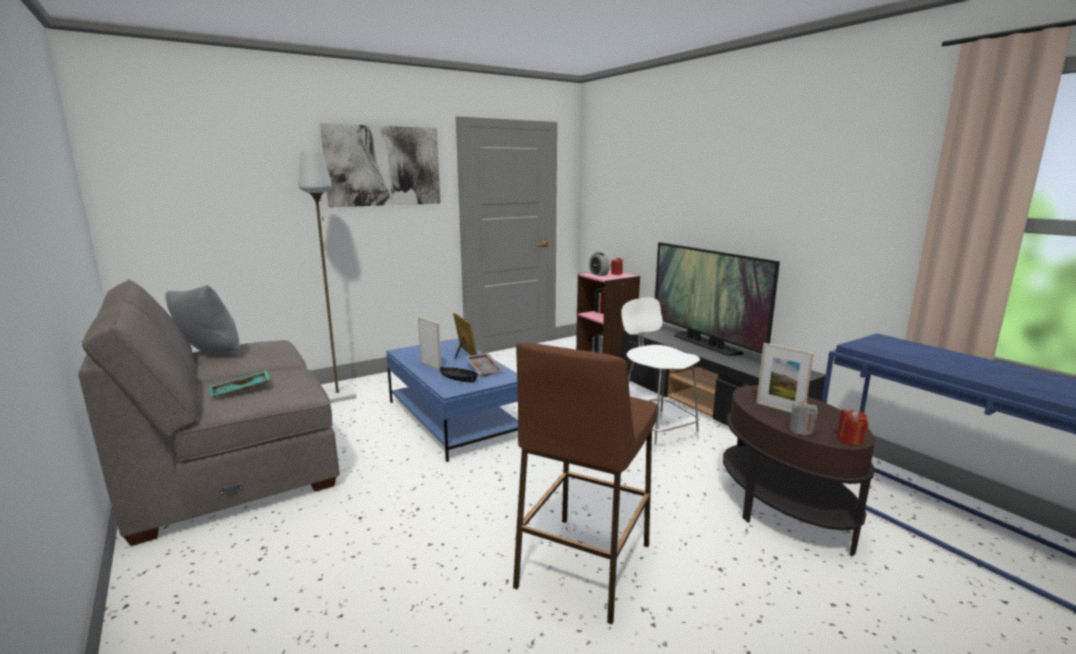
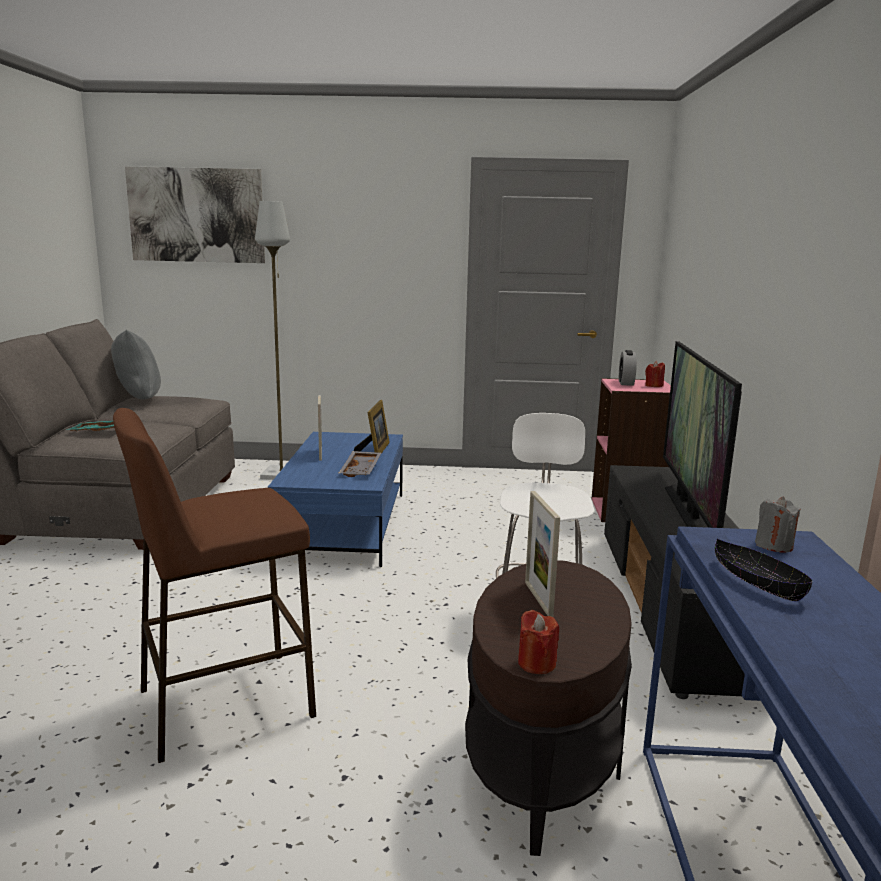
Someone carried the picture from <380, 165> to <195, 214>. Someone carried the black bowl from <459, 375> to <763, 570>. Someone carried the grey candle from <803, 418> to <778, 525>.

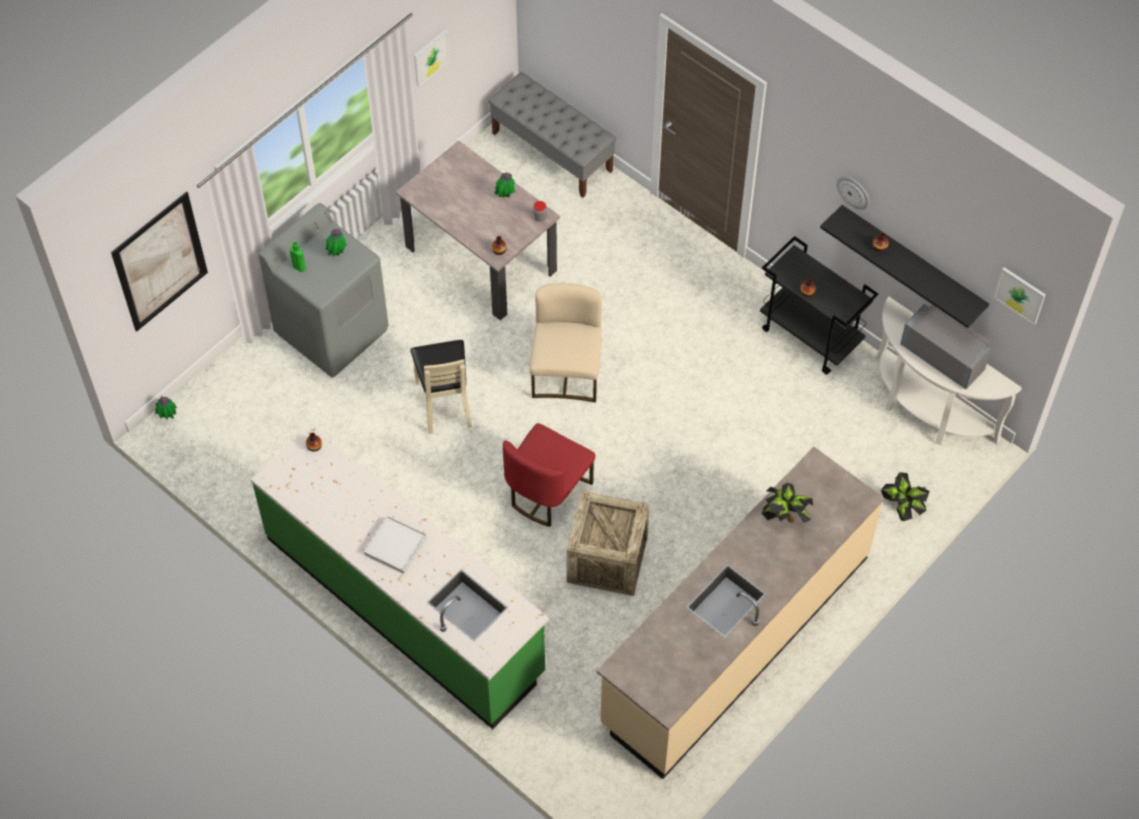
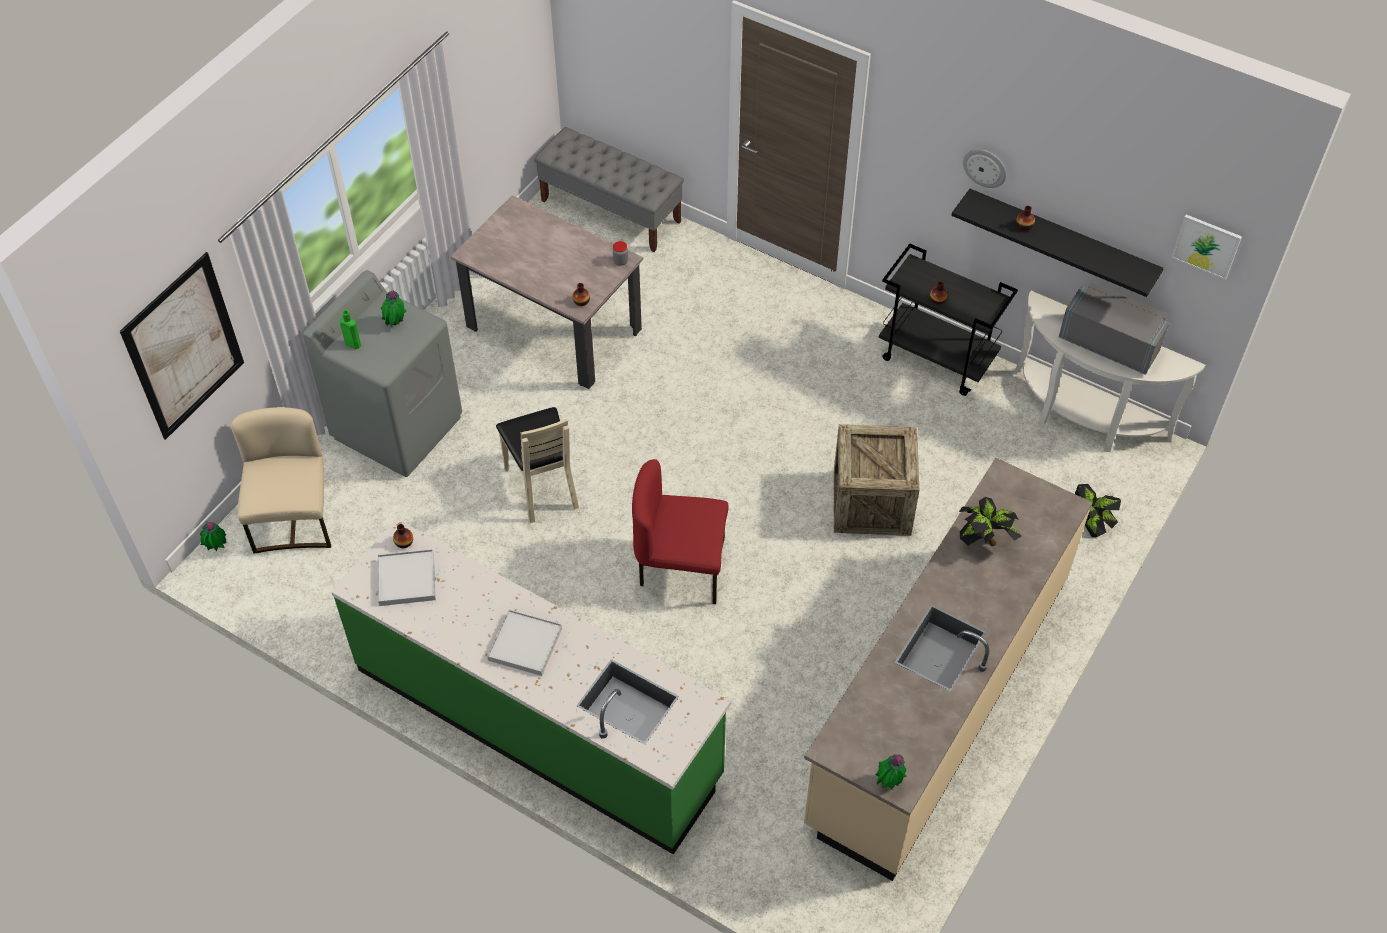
Someone took away the picture at <432, 58>. Someone carried the potted plant from <505, 185> to <890, 772>. Someone rotated the red chair at <549, 475> by 75 degrees clockwise. Someone carried the beige chair from <565, 342> to <281, 480>. Someone carried the crate from <608, 543> to <876, 480>. Someone put down the white tray at <406, 577>.

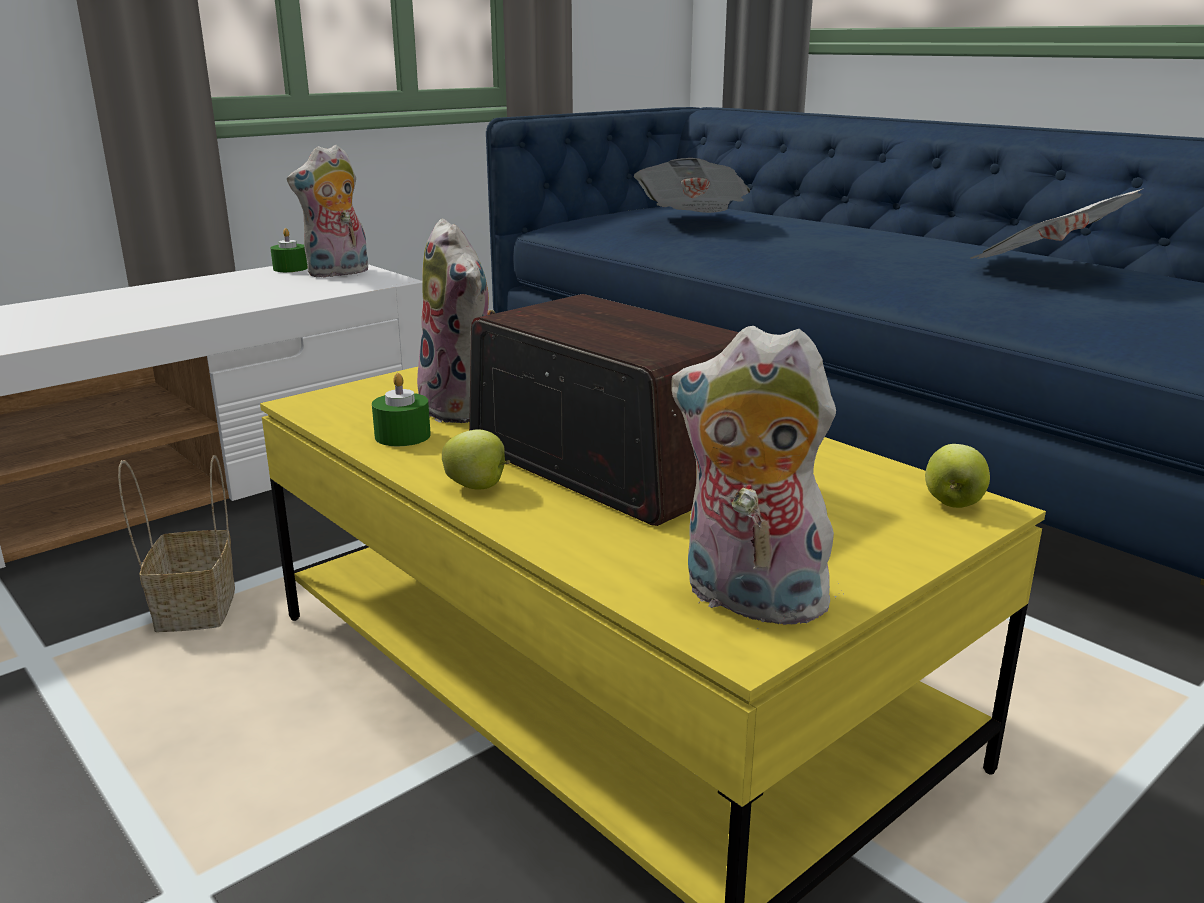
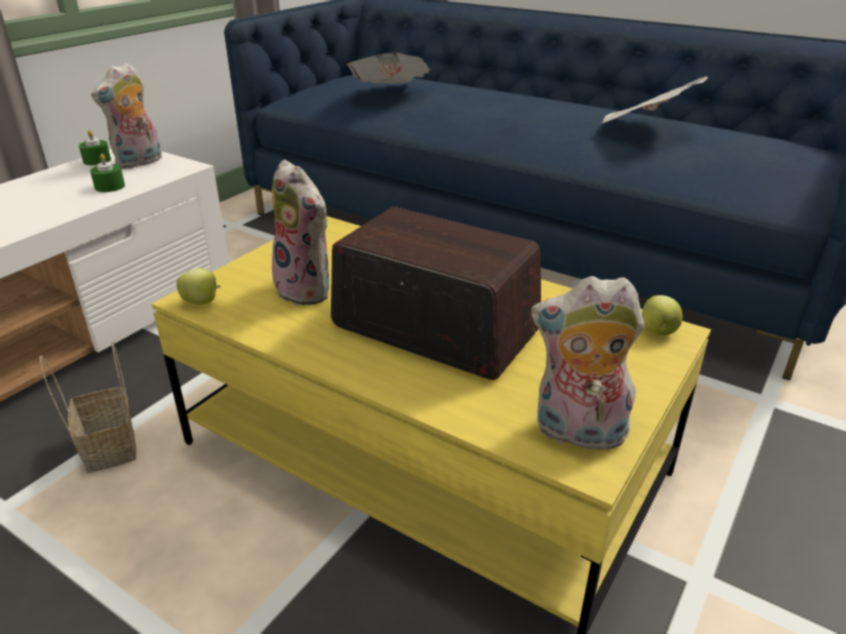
Someone carried the green candle from <401, 409> to <107, 173>. Someone carried the apple from <476, 459> to <199, 286>.

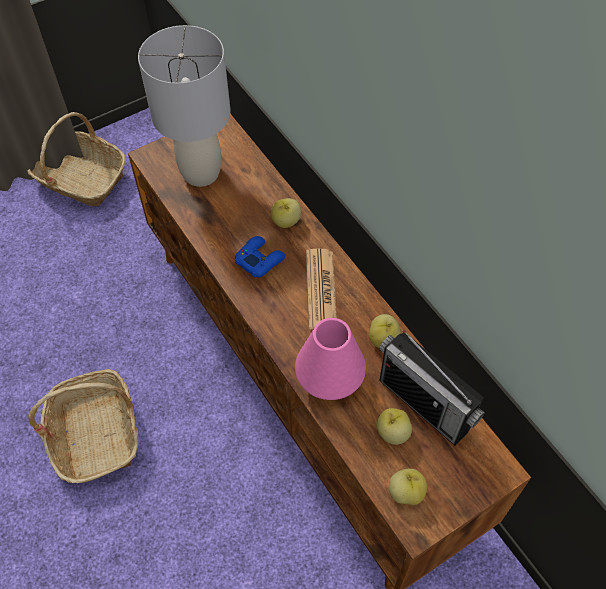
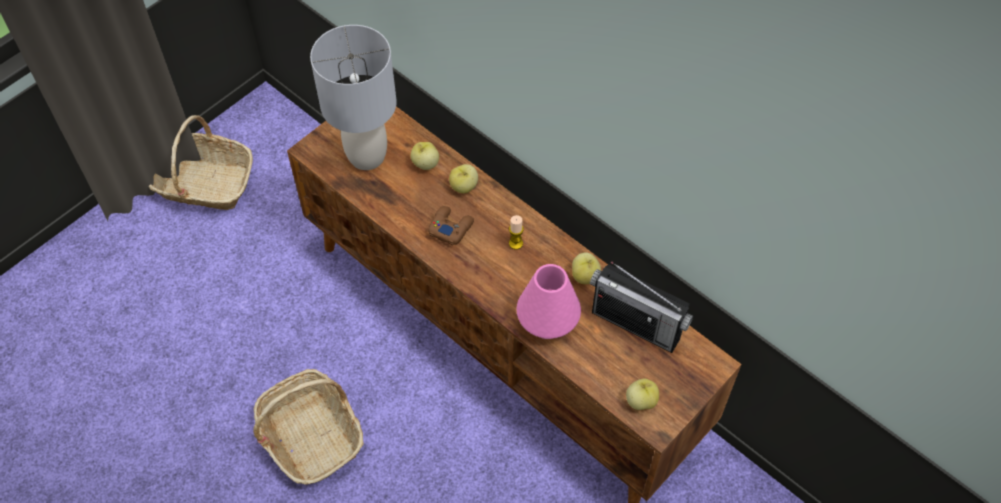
Someone repainted the blue game controller at <260, 257>, which became the brown game controller at <451, 225>. Someone swapped the newspaper at <321, 289> for the candle at <516, 232>. Someone carried the apple from <394, 426> to <424, 156>.

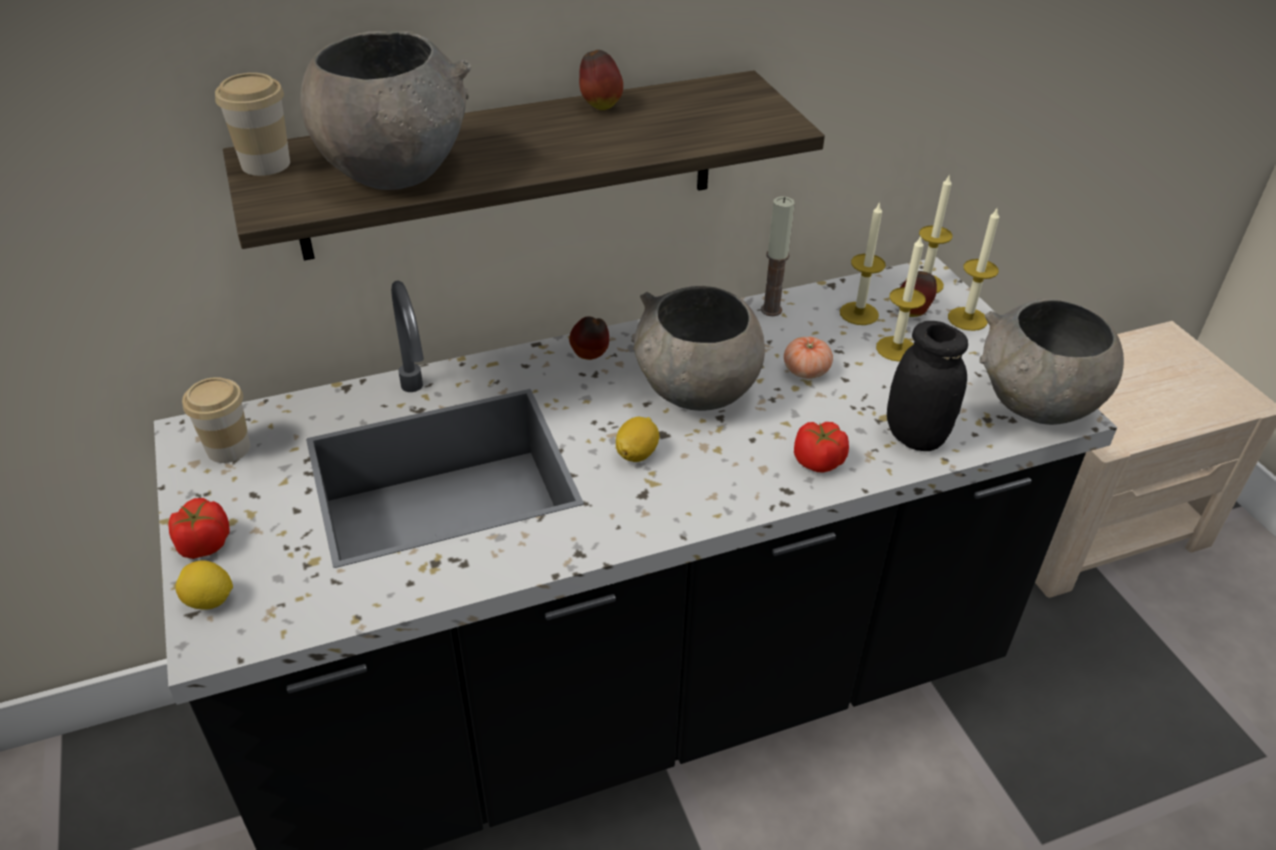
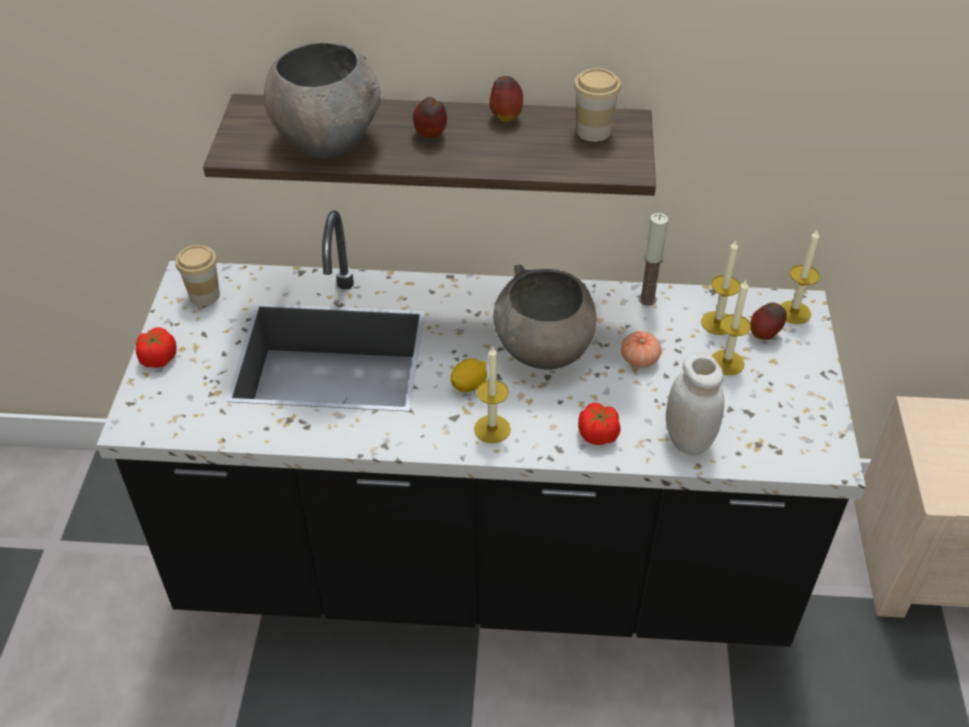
Someone took away the lemon at <204, 585>. Someone carried the cup from <252, 124> to <597, 105>. Someone carried the apple from <589, 338> to <430, 117>. Someone repainted the black jar at <927, 386>, which became the white jar at <695, 404>. Someone carried the candle from <973, 270> to <492, 395>. Someone took away the grey bowl at <1052, 362>.

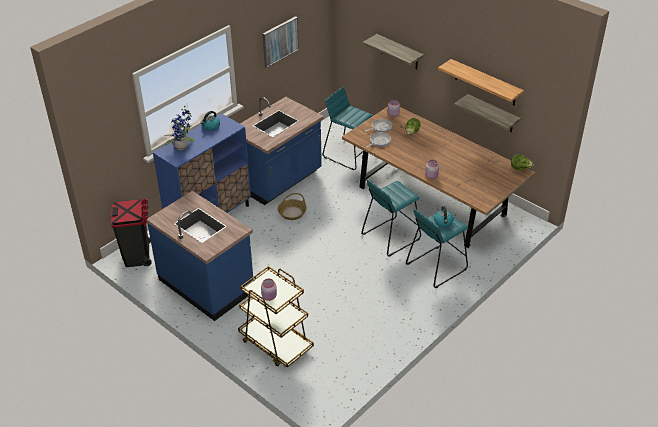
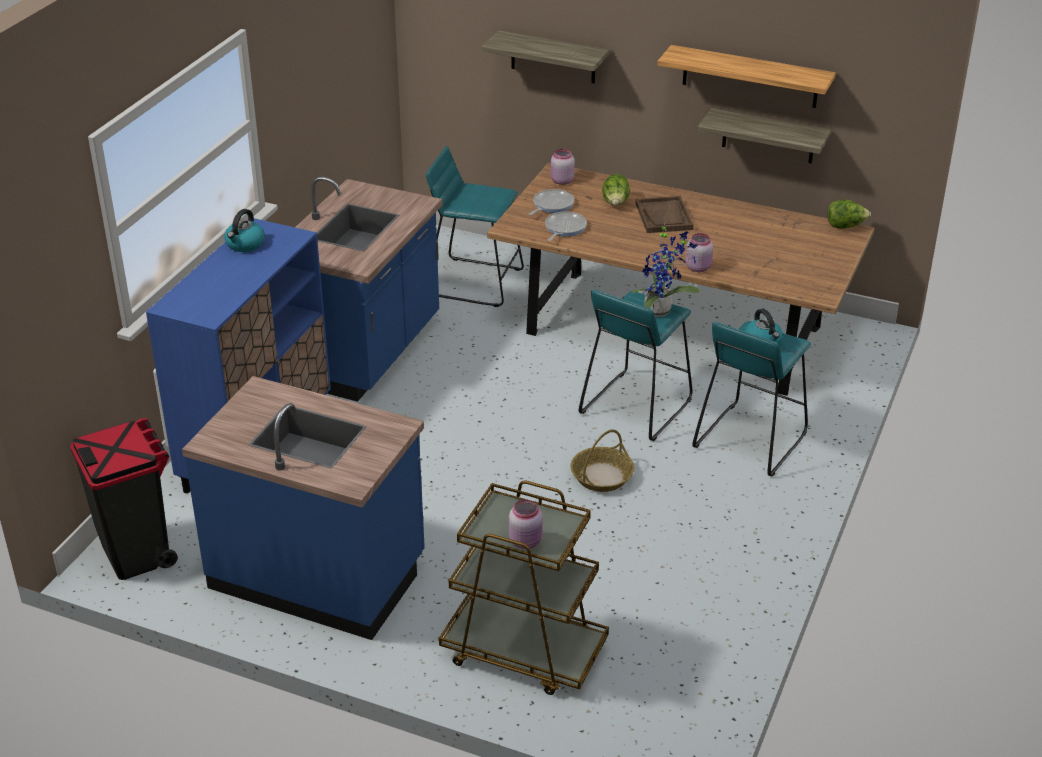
Someone carried the potted plant from <180, 127> to <665, 270>. Someone took away the picture at <280, 42>. Someone carried the basket from <292, 206> to <602, 460>. Someone put down the brown tray at <665, 214>.

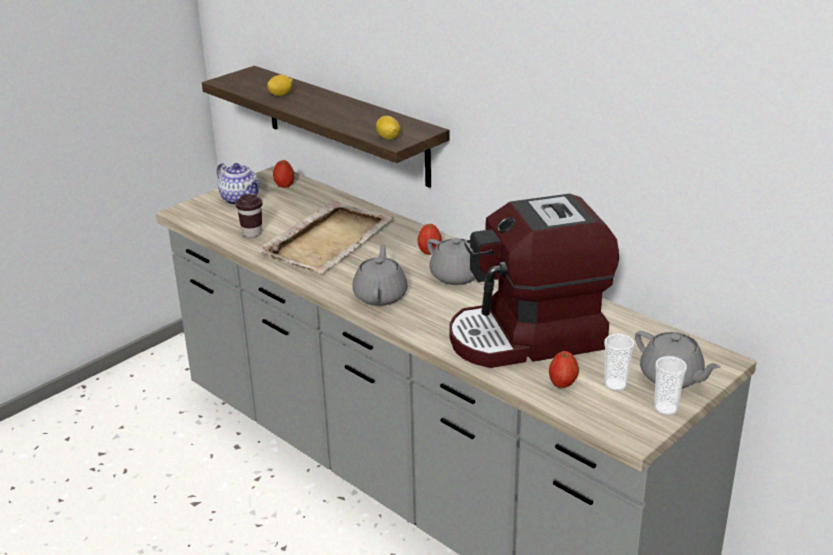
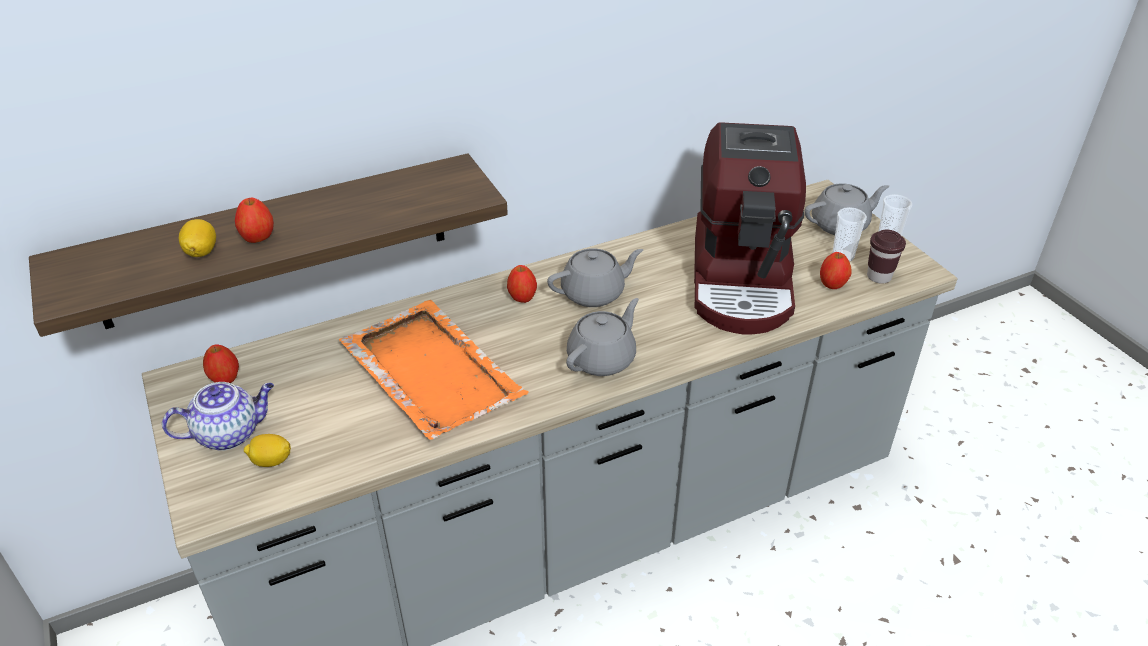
Someone carried the brown cup from <249, 215> to <886, 257>. Someone repainted the beige tray at <325, 237>, which became the orange tray at <433, 370>. Someone rotated the grey teapot at <380, 275> by 105 degrees clockwise. Someone carried the lemon from <388, 128> to <267, 450>. Someone put down the apple at <254, 220>.

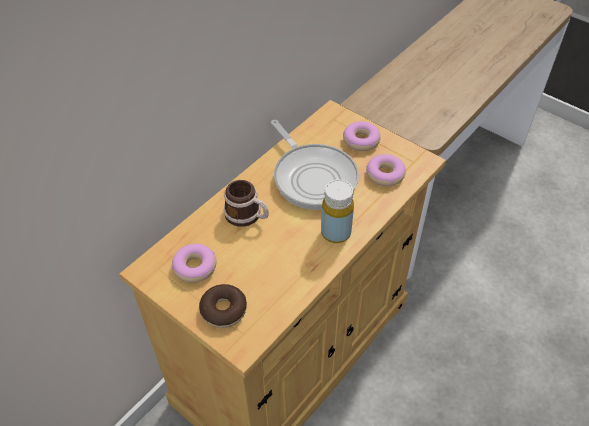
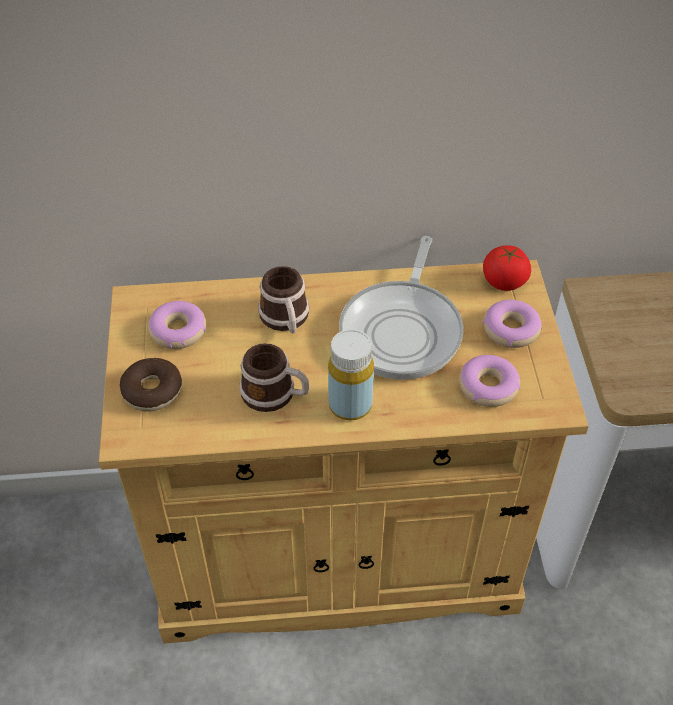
Someone put down the mug at <274, 377>. Someone put down the tomato at <507, 268>.

